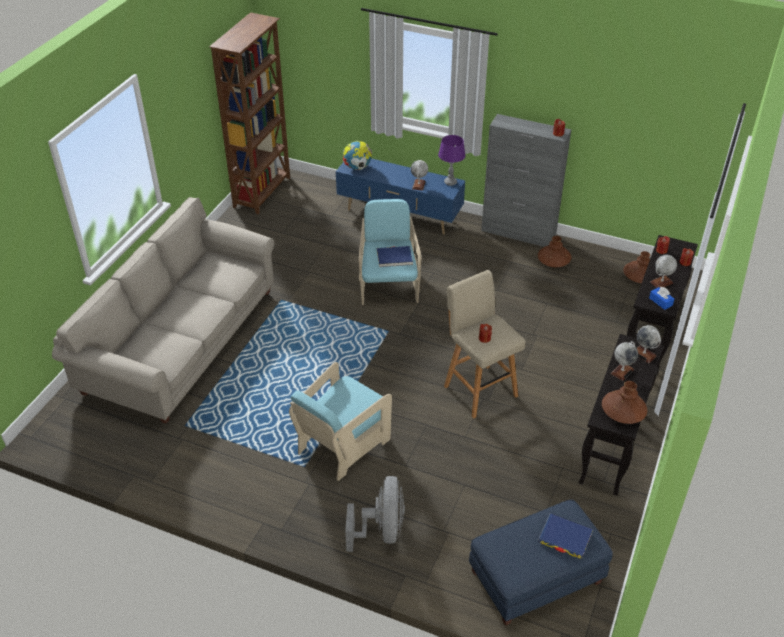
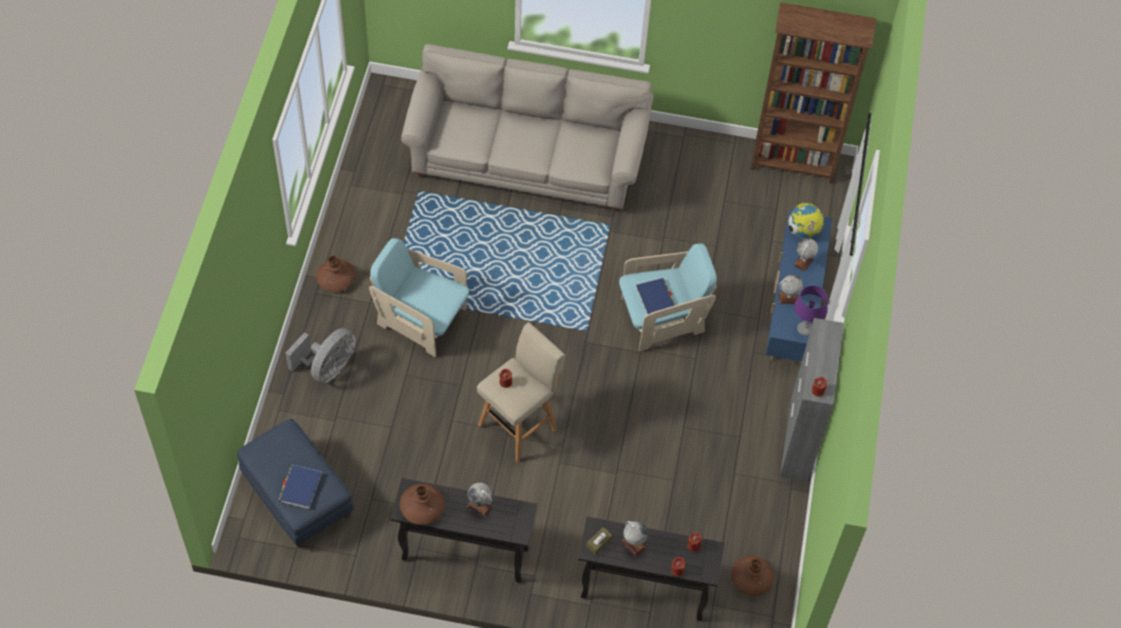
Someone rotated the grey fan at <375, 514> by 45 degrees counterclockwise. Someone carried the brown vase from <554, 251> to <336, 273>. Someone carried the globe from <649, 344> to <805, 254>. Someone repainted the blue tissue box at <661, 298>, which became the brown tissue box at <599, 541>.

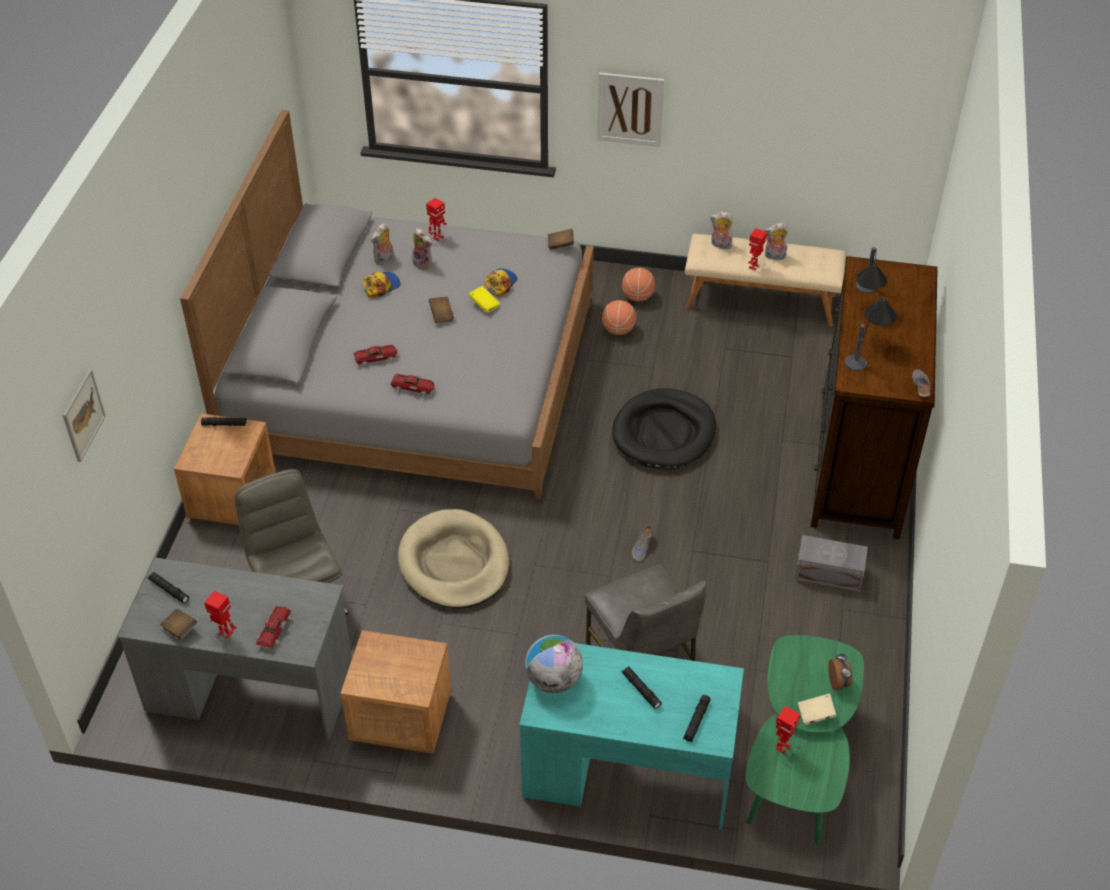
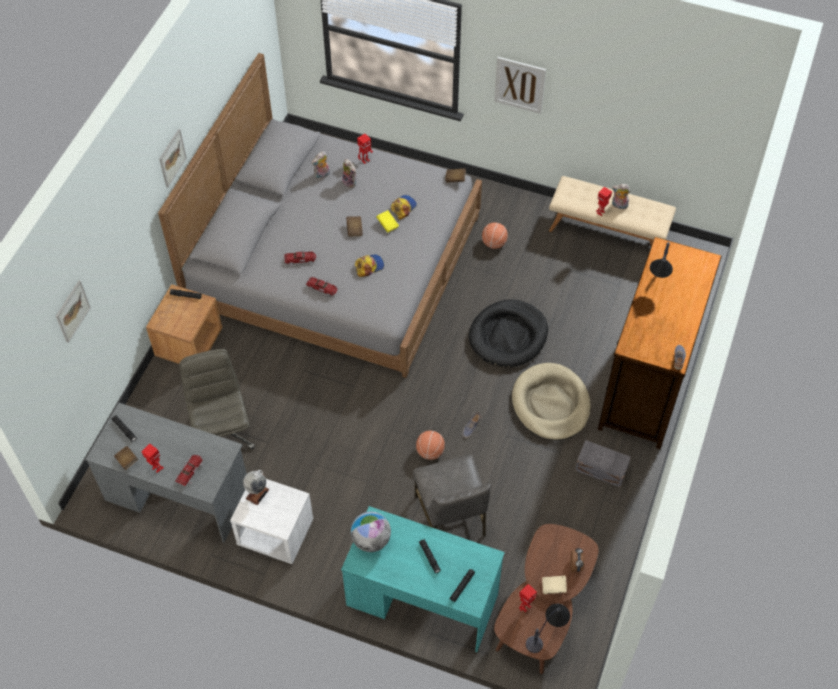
Someone repainted the brown nightstand at <395, 692>, which became the white nightstand at <272, 521>. Someone carried the cap from <381, 284> to <369, 265>. Someone carried the beige dog bed from <453, 559> to <551, 401>. Someone carried the basketball from <638, 284> to <430, 445>. Someone took away the plush toy at <721, 230>. Someone repainted the green coffee table at <805, 739>, which became the brown coffee table at <546, 599>. Someone carried the table lamp from <871, 334> to <548, 628>. Someone put up the picture at <173, 158>. Someone put down the globe at <256, 487>.

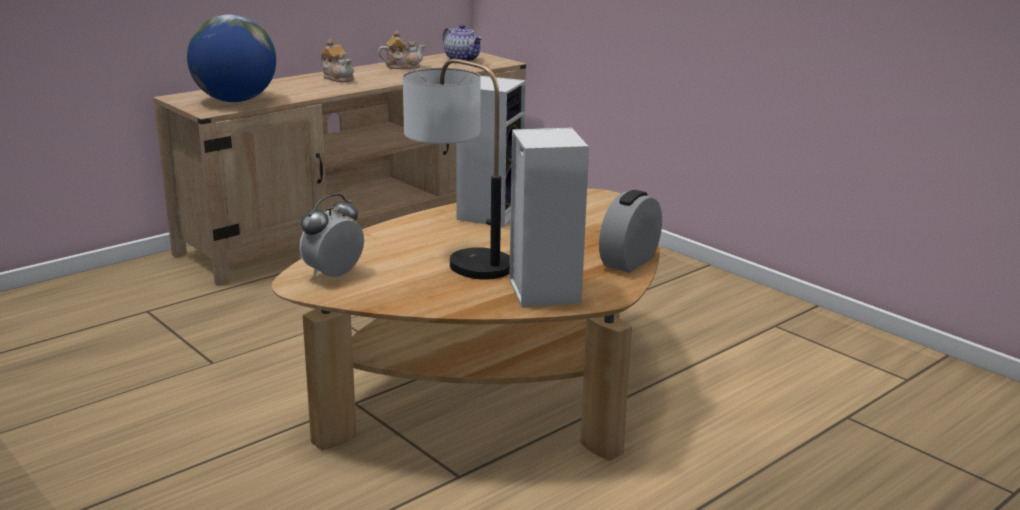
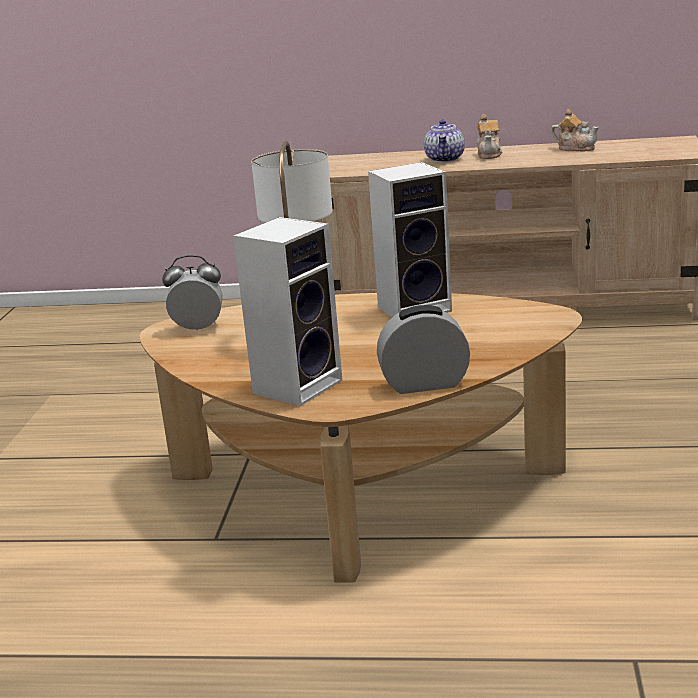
Someone took away the globe at <231, 58>. Someone carried the teapot from <462, 42> to <444, 140>.

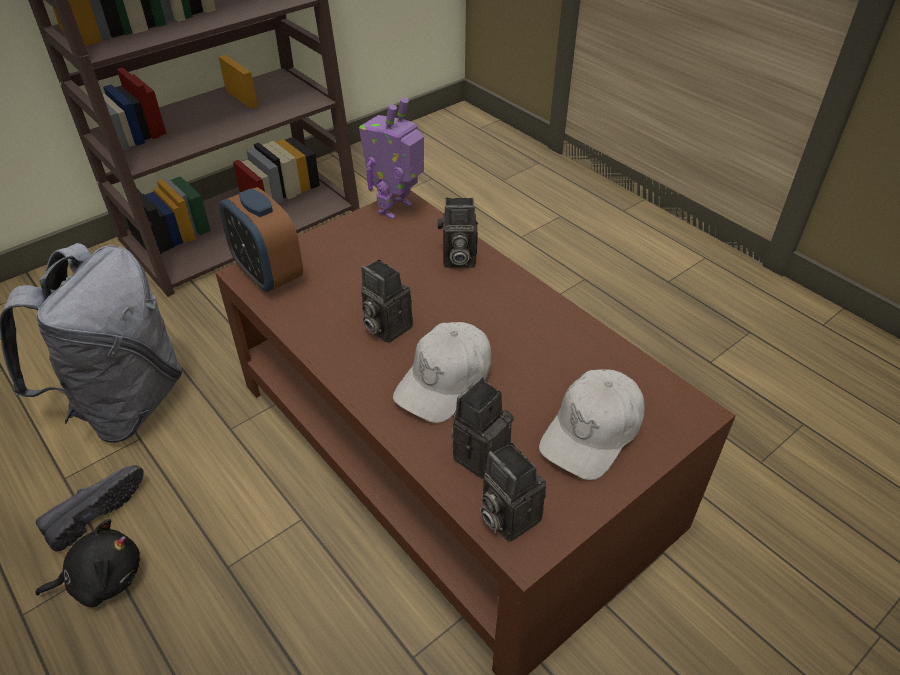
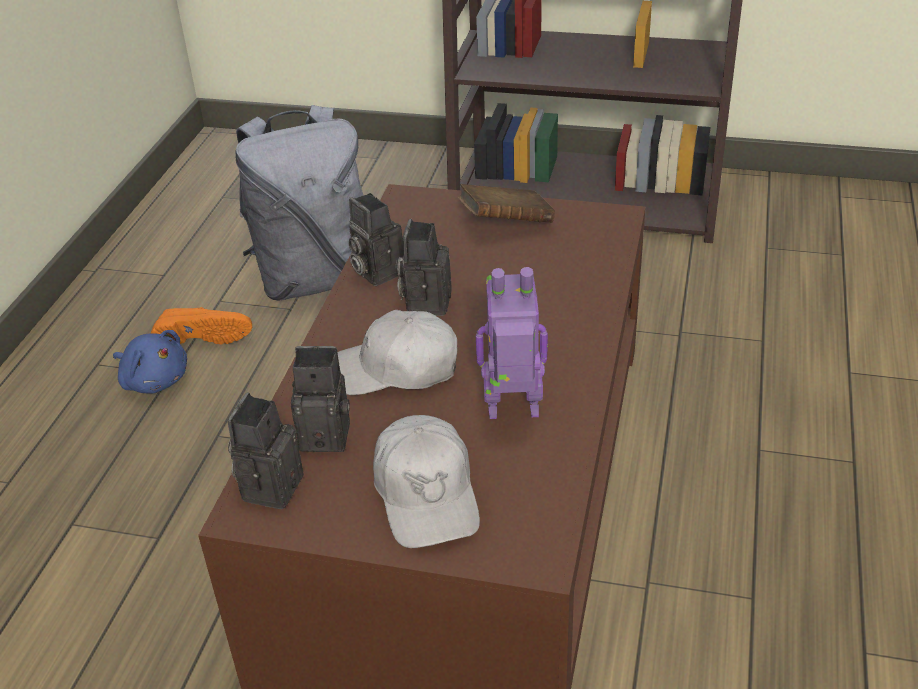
Someone repainted the black plush toy at <87, 563>, which became the blue plush toy at <150, 362>. Someone repainted the black shoe at <89, 508>, which became the orange shoe at <201, 326>. Someone took away the alarm clock at <261, 240>. Someone carried the toy robot from <391, 158> to <512, 343>. Someone carried the photo camera from <457, 233> to <376, 239>. Someone rotated the white cap at <592, 424> by 105 degrees counterclockwise. Someone put down the brown book at <506, 203>.

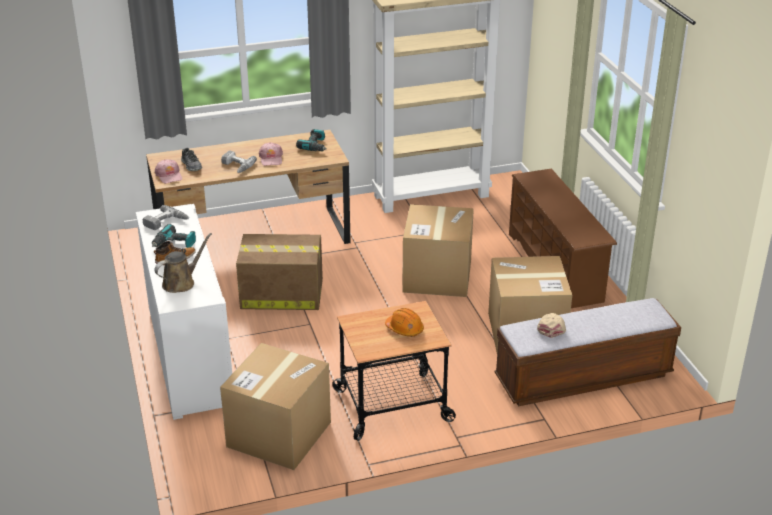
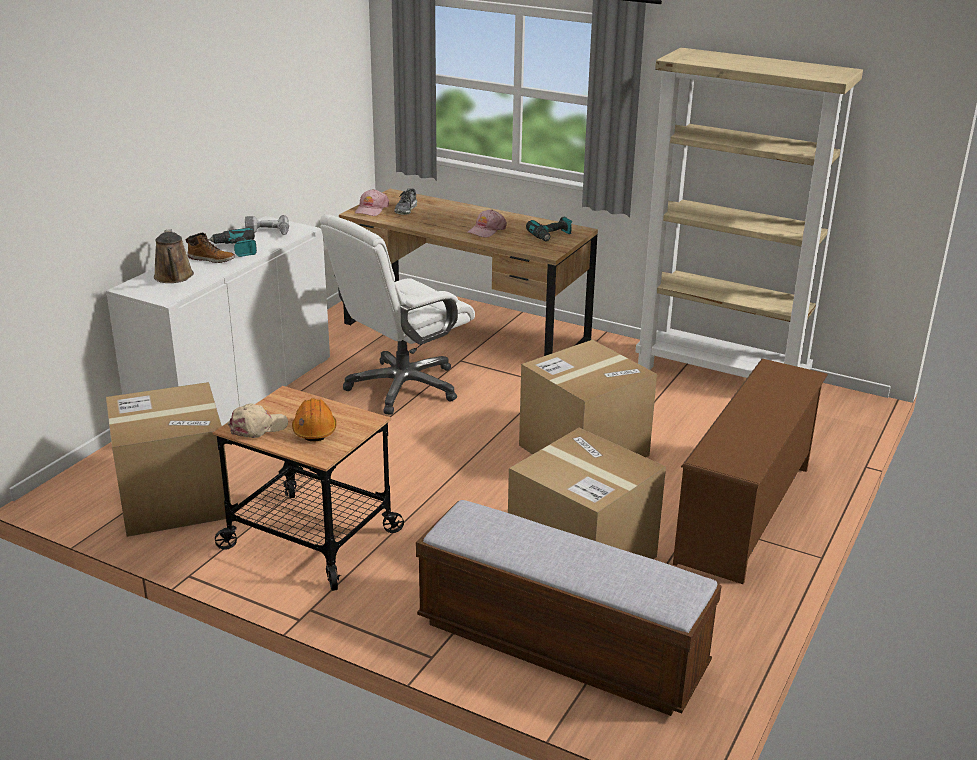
Someone rotated the brown watering can at <183, 263> by 75 degrees clockwise. Someone took away the power drill at <239, 161>. Someone swapped the cardboard box at <279, 272> for the white office chair at <397, 314>. Someone carried the beige cap from <551, 325> to <258, 420>.

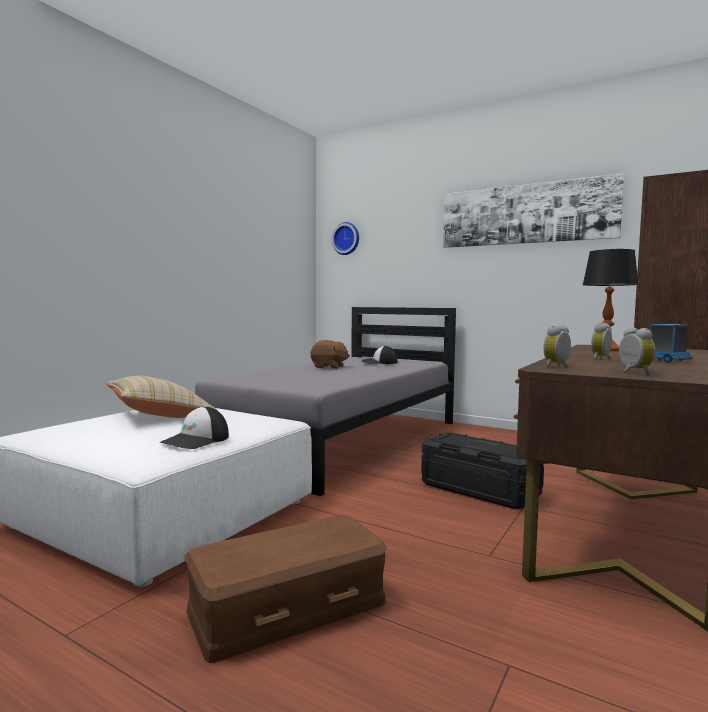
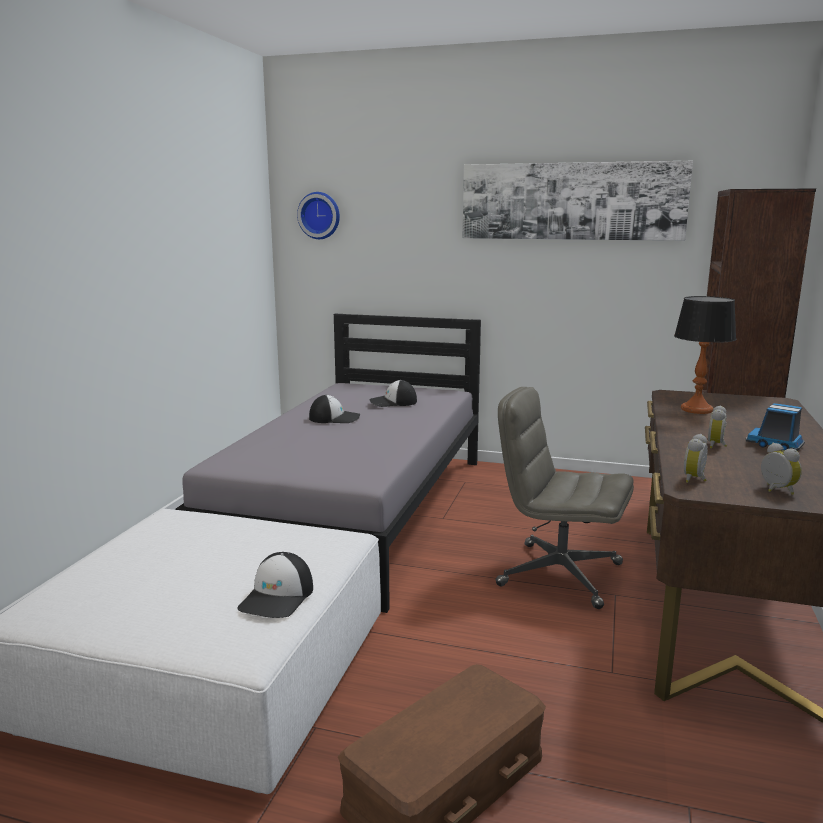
Someone took away the beige pillow at <161, 397>. Someone swapped the brown plush toy at <330, 354> for the cap at <334, 409>. Someone swapped the black storage box at <482, 471> for the grey office chair at <565, 498>.

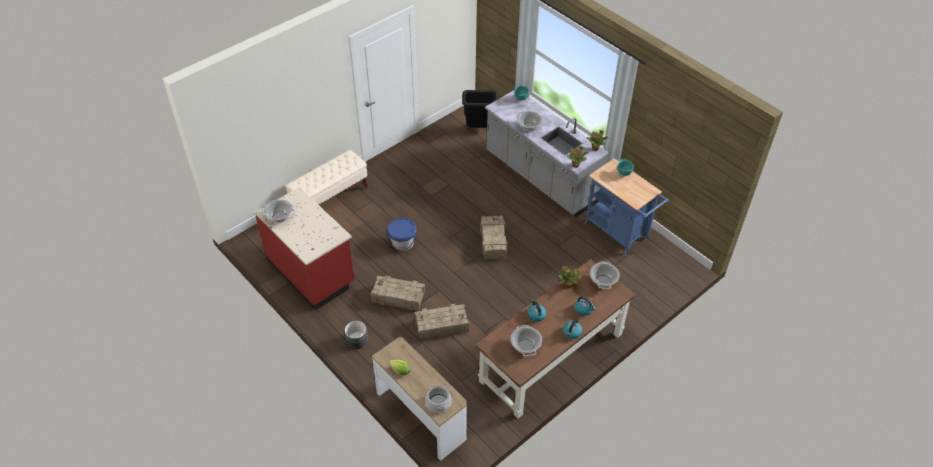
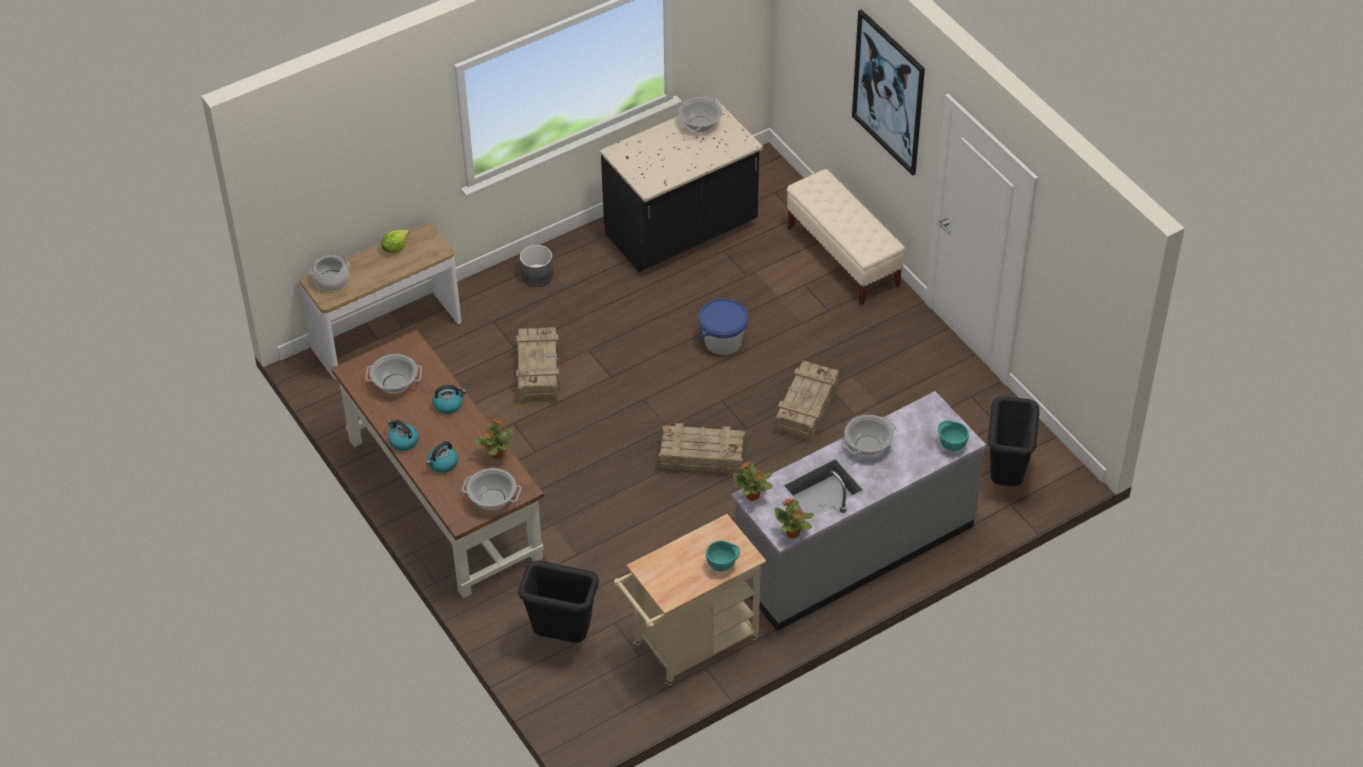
Someone repainted the red counter at <304, 248>, which became the black counter at <681, 185>. Someone carried the crate from <398, 293> to <807, 402>. Someone repainted the blue cart at <626, 206>, which became the beige cart at <690, 600>. Someone put down the black trash can at <558, 601>. Someone put up the picture at <888, 92>.

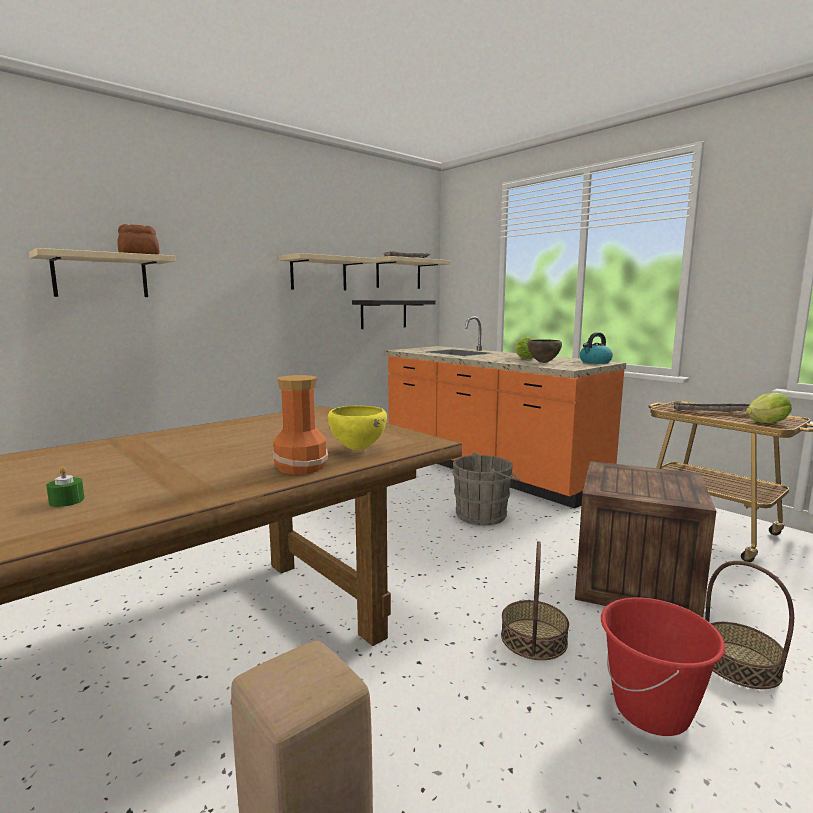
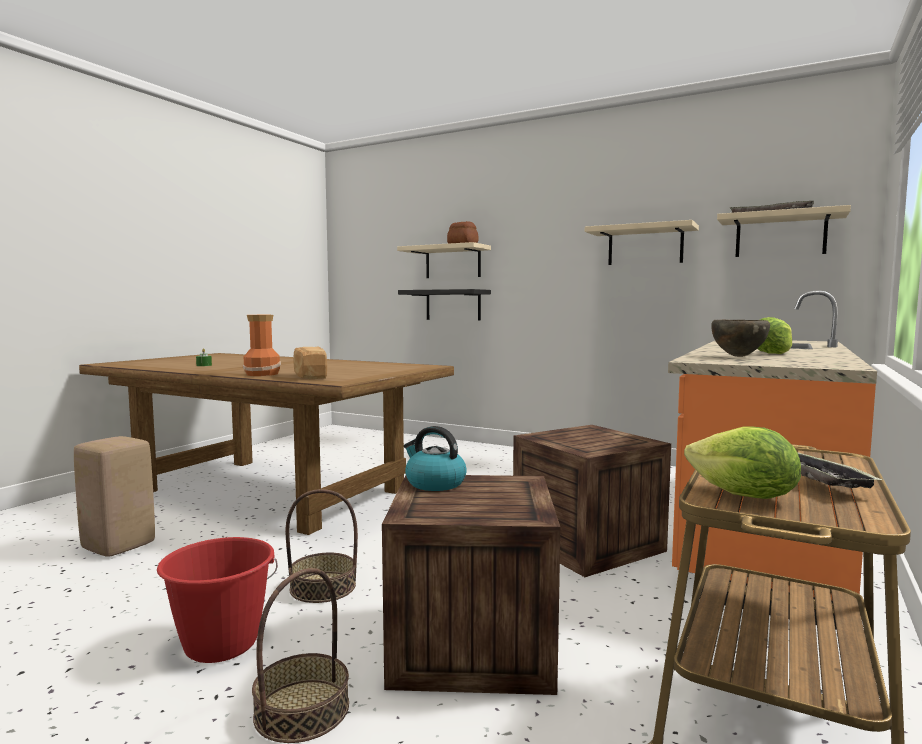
Someone swapped the yellow bowl at <357, 428> for the bread at <310, 362>. Someone carried the black shelf from <394, 314> to <444, 305>. Someone swapped the grey bucket at <486, 488> for the crate at <592, 501>. Someone carried the kettle from <596, 348> to <435, 458>.

